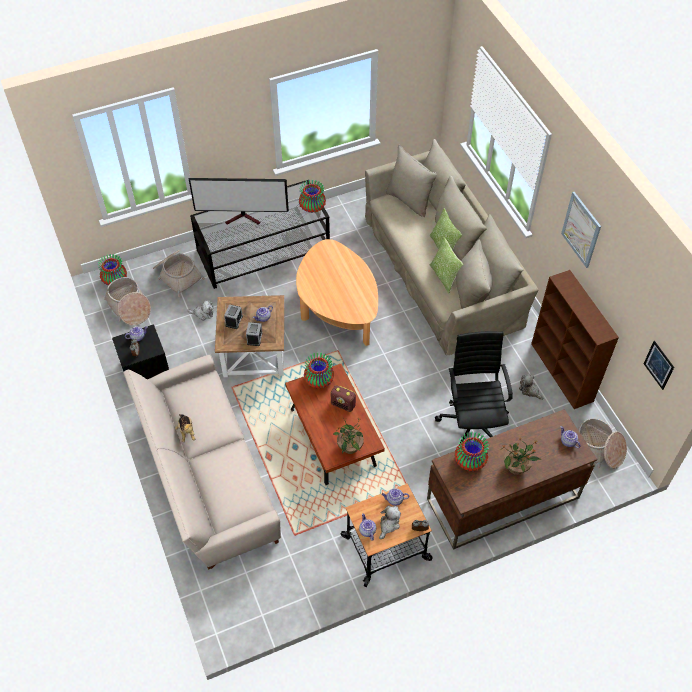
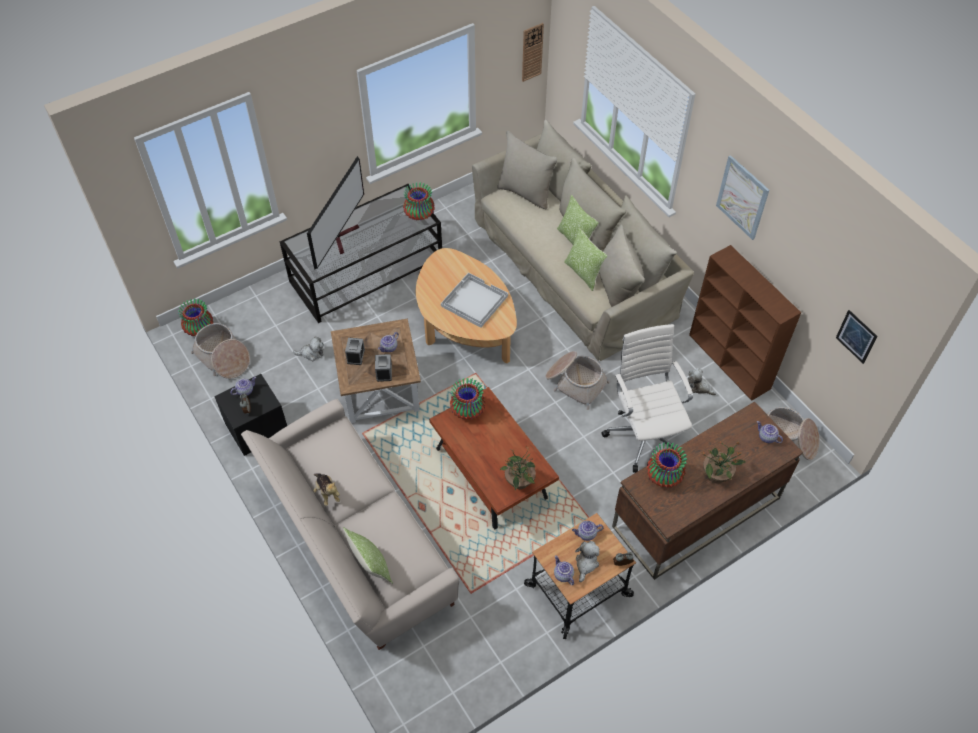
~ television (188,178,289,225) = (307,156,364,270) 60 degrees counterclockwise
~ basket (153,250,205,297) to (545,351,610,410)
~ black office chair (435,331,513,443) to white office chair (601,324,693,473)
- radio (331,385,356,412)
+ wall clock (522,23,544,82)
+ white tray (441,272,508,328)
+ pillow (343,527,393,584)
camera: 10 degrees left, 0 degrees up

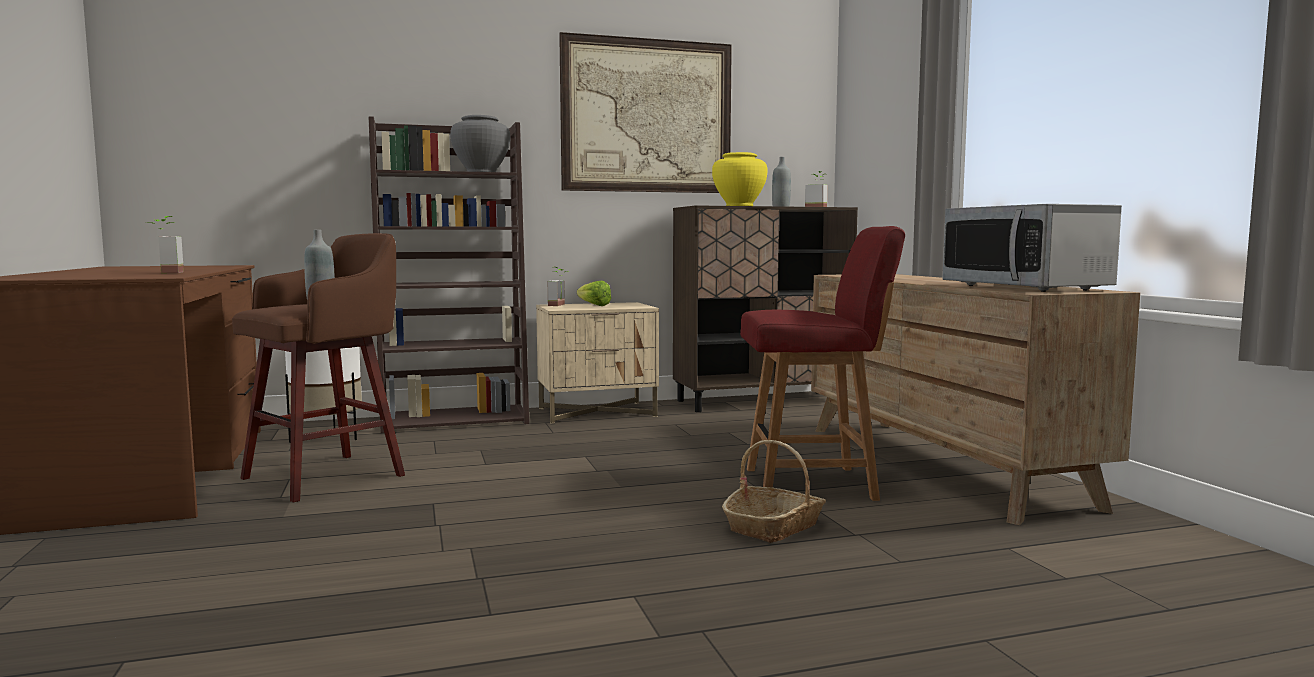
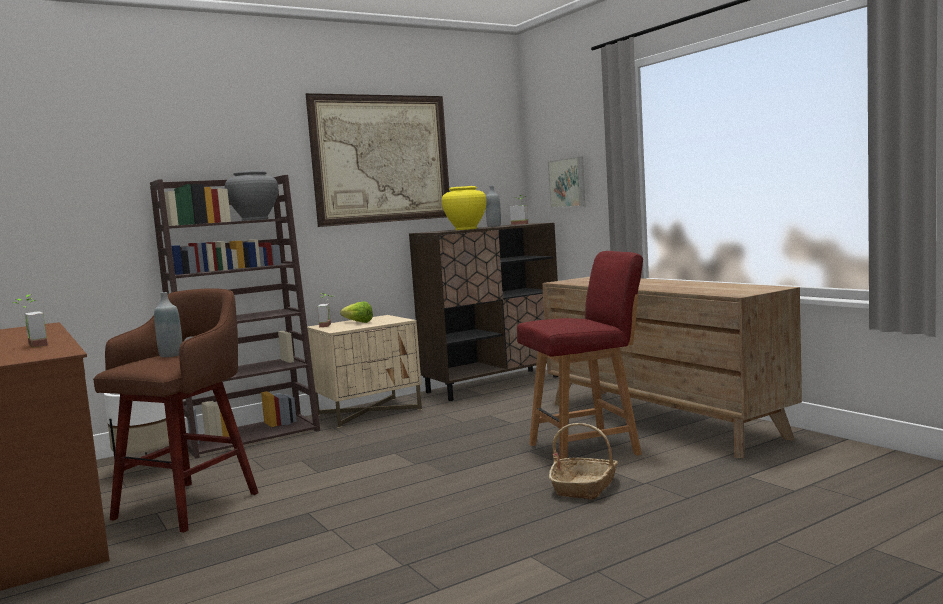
- microwave (943,204,1122,292)
+ picture (548,157,585,208)
camera: 15 degrees left, 0 degrees up

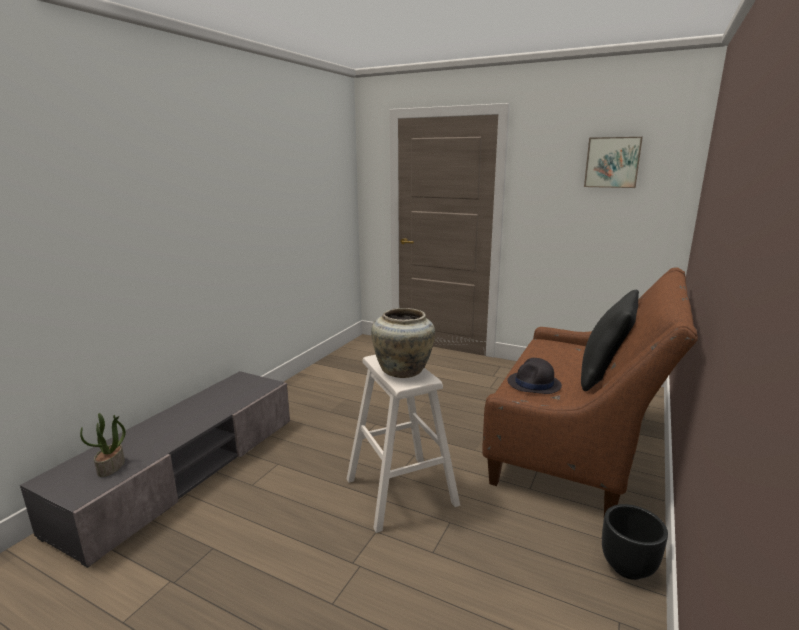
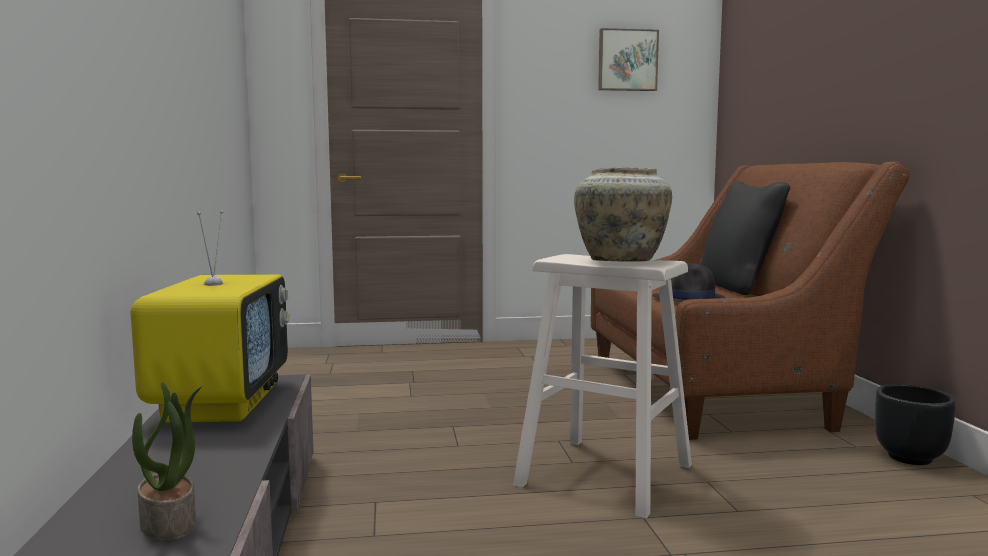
+ television (130,210,290,422)
camera: 35 degrees left, 10 degrees down

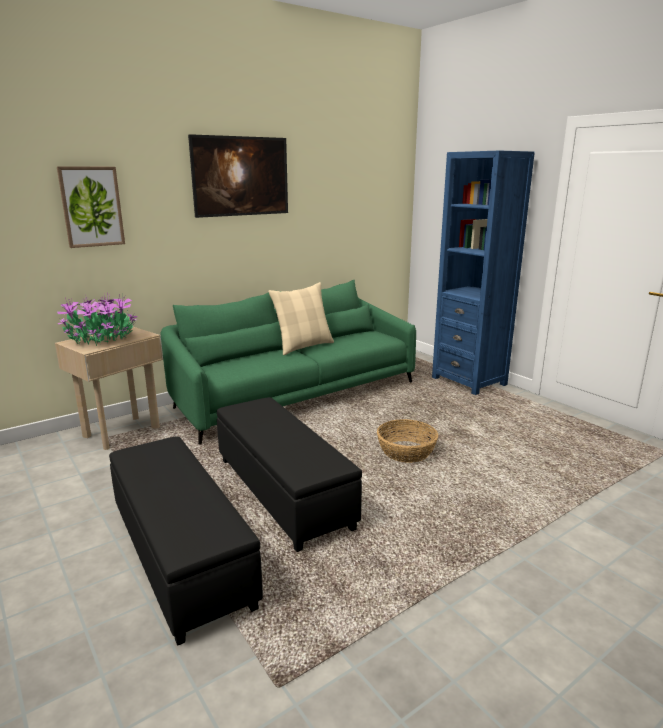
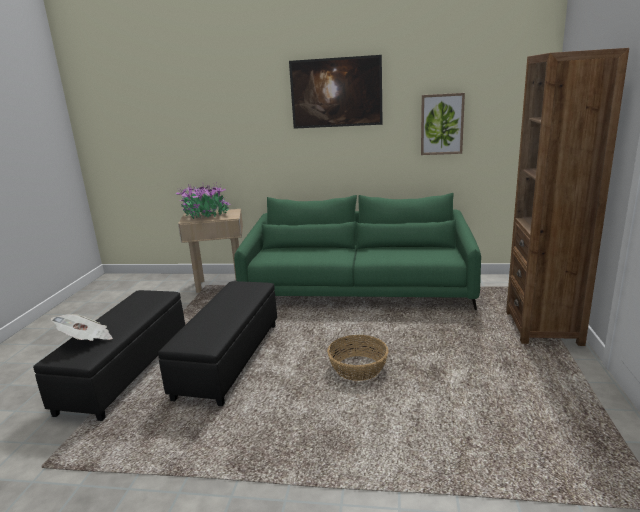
~ blue bookcase (432,151,535,395) to brown bookcase (506,48,629,346)
~ picture (57,166,125,248) to (421,93,465,155)
- beige pillow (268,282,334,355)
+ newspaper (51,314,113,341)
camera: 45 degrees right, 0 degrees up

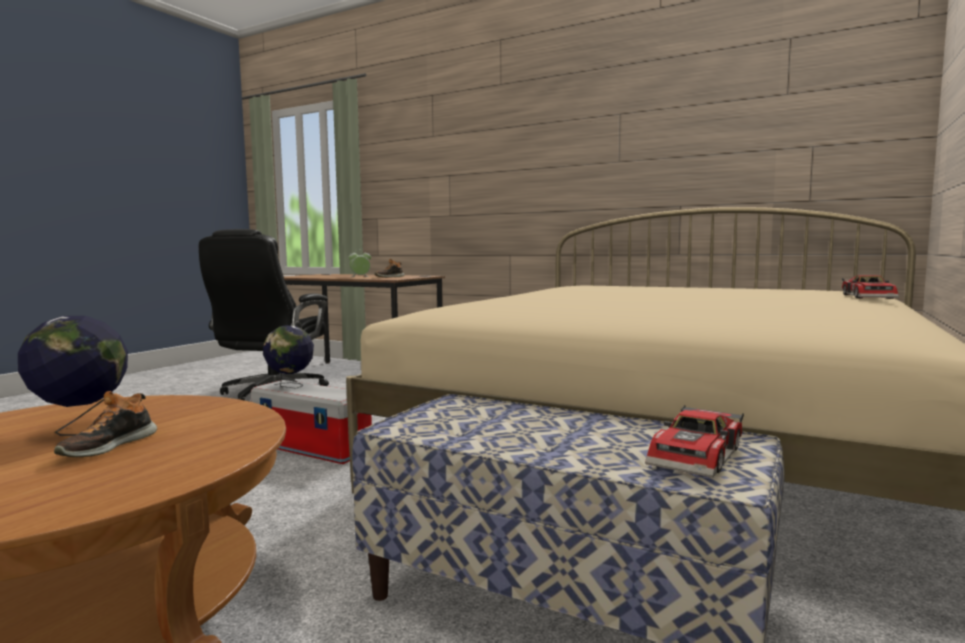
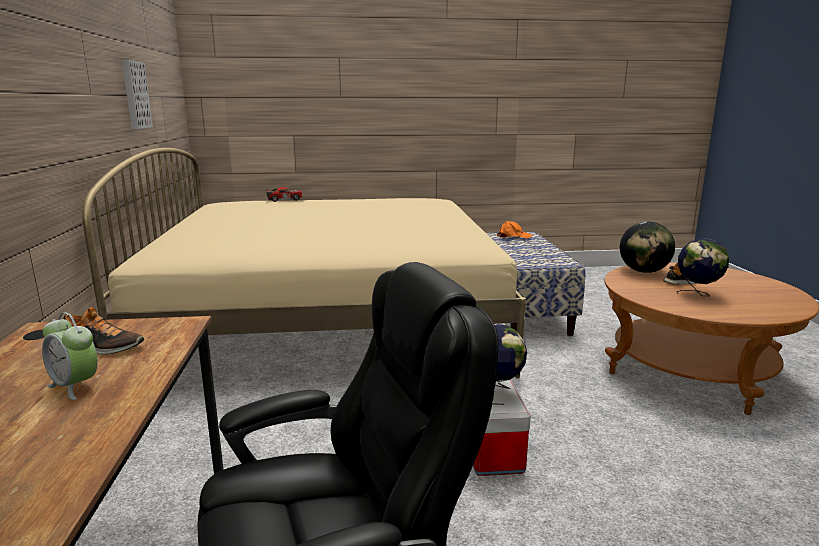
~ toy car (645,405,744,478) to orange cap (497,221,532,239)
+ picture (122,60,153,129)
+ globe (620,222,675,273)
camera: 125 degrees left, 10 degrees up

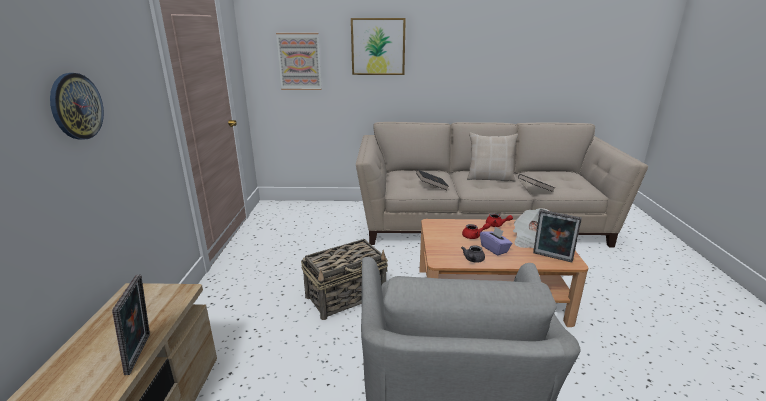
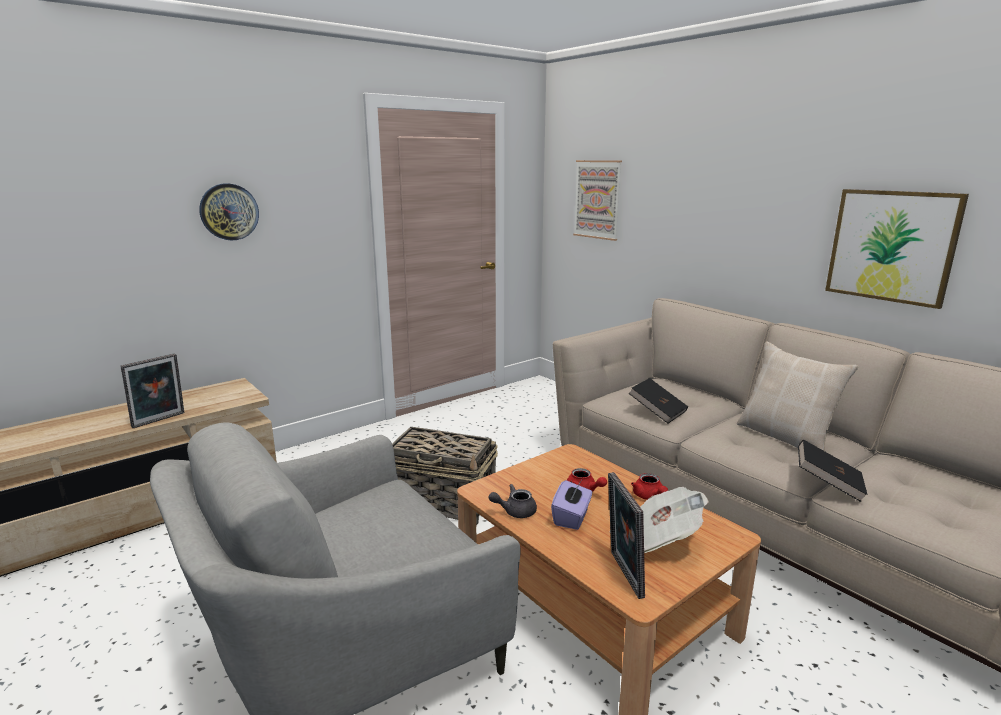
~ picture (351,18,406,75) to (825,189,969,309)
camera: 50 degrees right, 5 degrees down

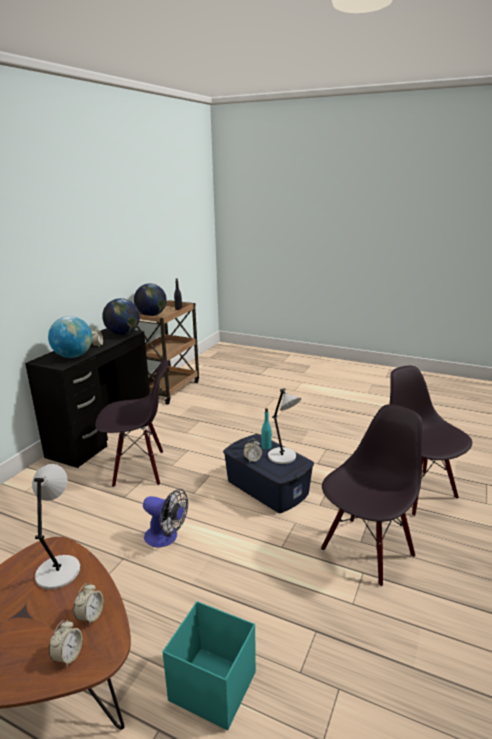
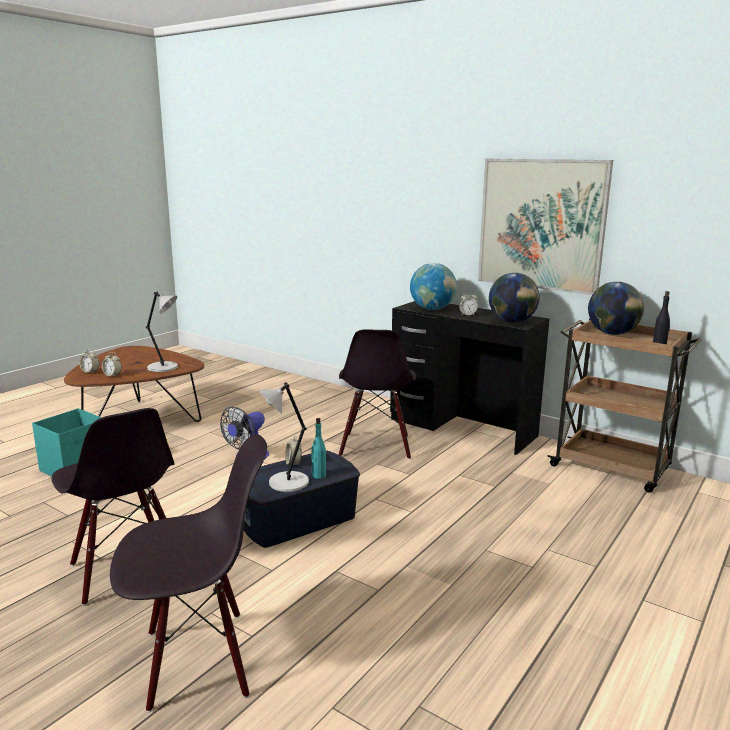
+ picture (478,159,613,295)
camera: 100 degrees right, 5 degrees down

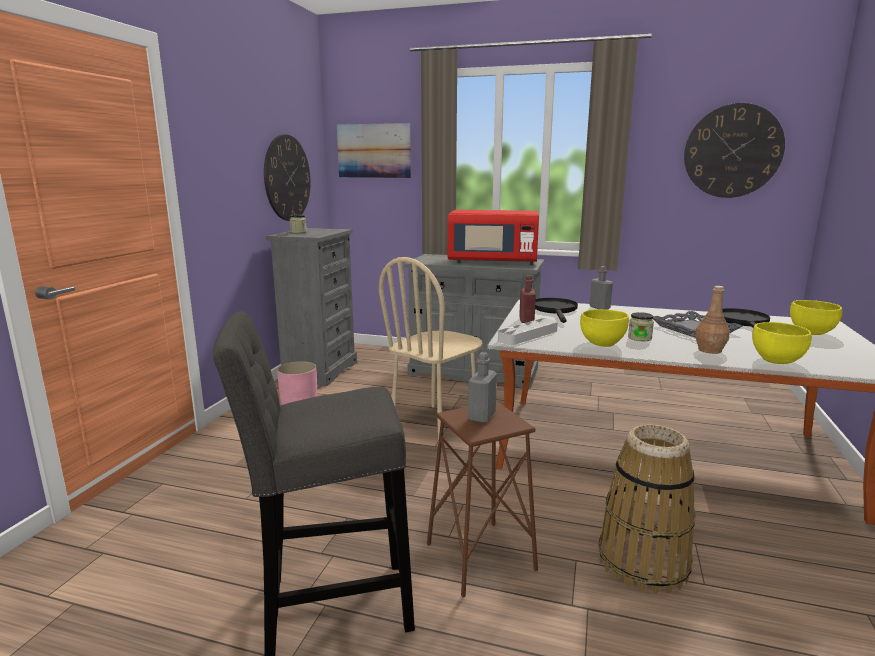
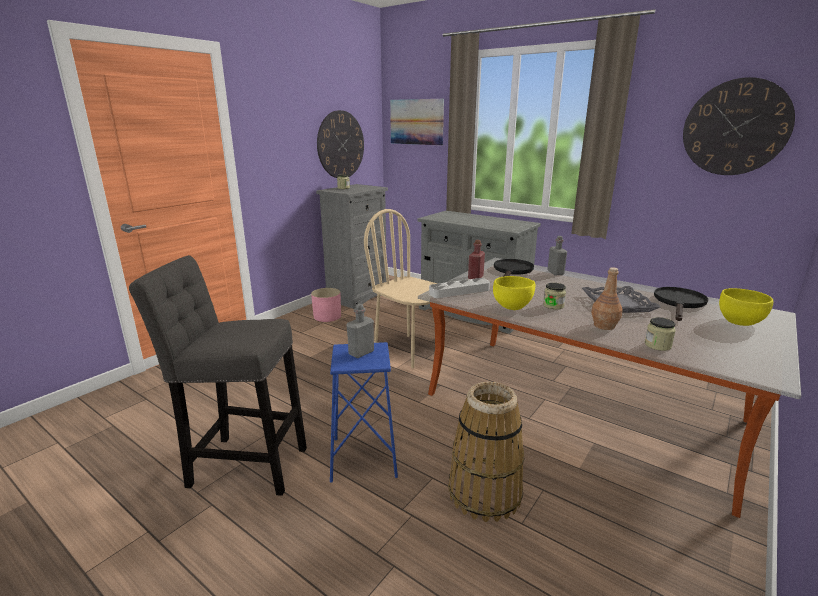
- red microwave (448,210,539,265)
~ beige chair (379,257,482,442) = (364,209,445,368) 75 degrees clockwise
~ yellow bowl (752,322,812,364) to jar (645,317,676,351)
~ brown stool (427,401,538,597) to blue stool (330,342,398,483)
camera: 20 degrees right, 5 degrees up

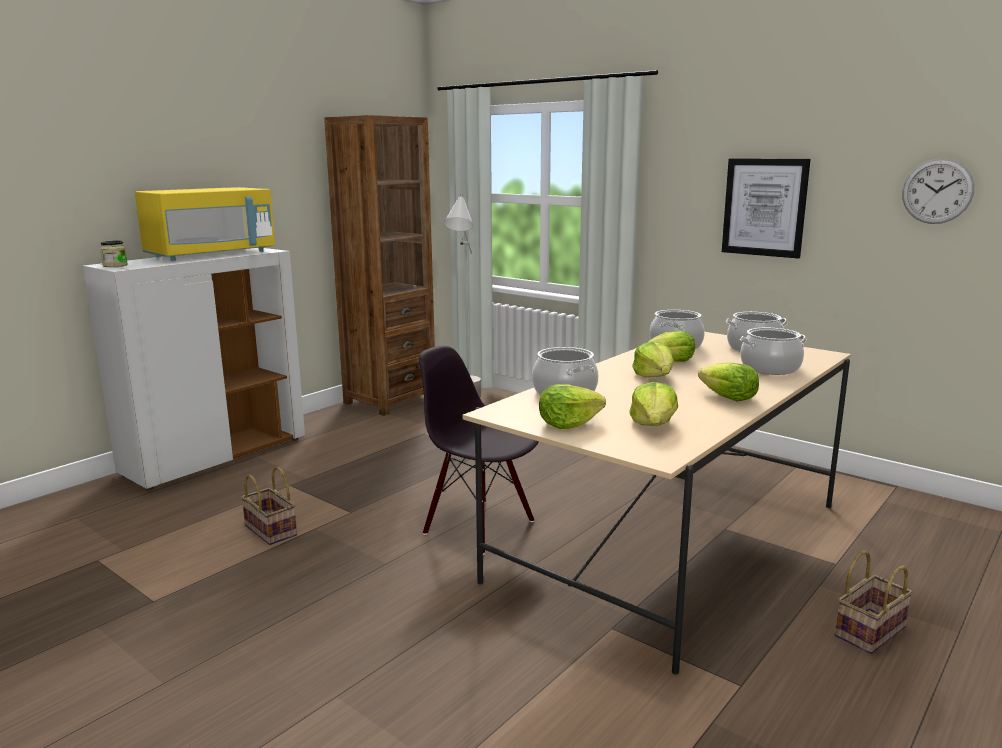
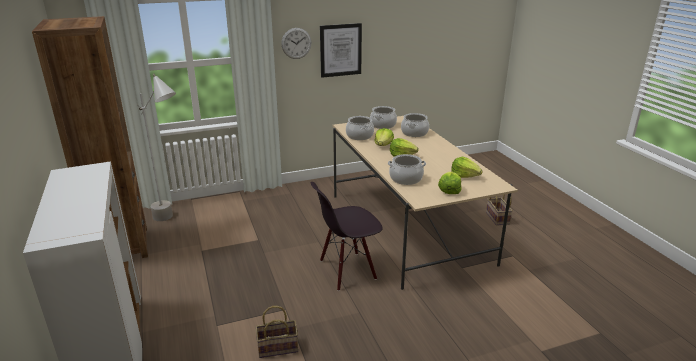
~ wall clock (902,158,974,224) to (281,28,311,59)
- yellow microwave (135,187,275,261)
- jar (100,241,128,267)
- lettuce (698,363,759,402)
camera: 60 degrees left, 10 degrees up

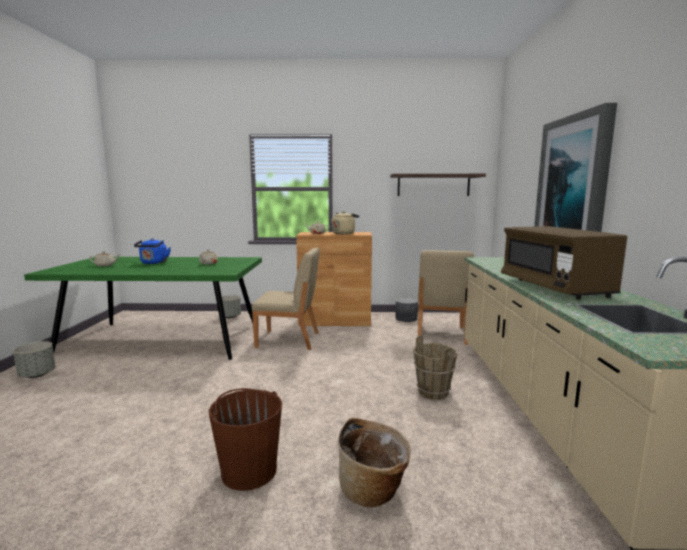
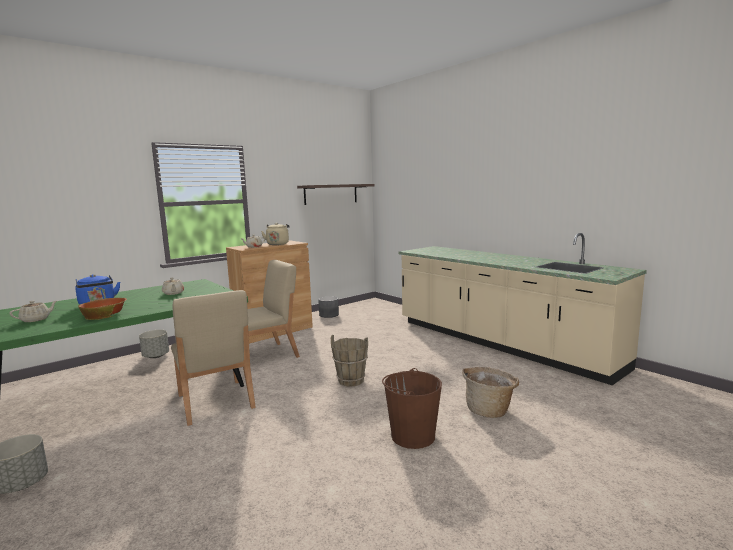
- picture (534,103,617,232)
- brown microwave (501,226,627,300)
~ beige chair (418,250,474,345) to (171,290,256,426)
~ brown bucket (413,335,457,400) to (331,335,368,387)
+ bowl (78,298,127,320)
camera: 40 degrees left, 0 degrees up

